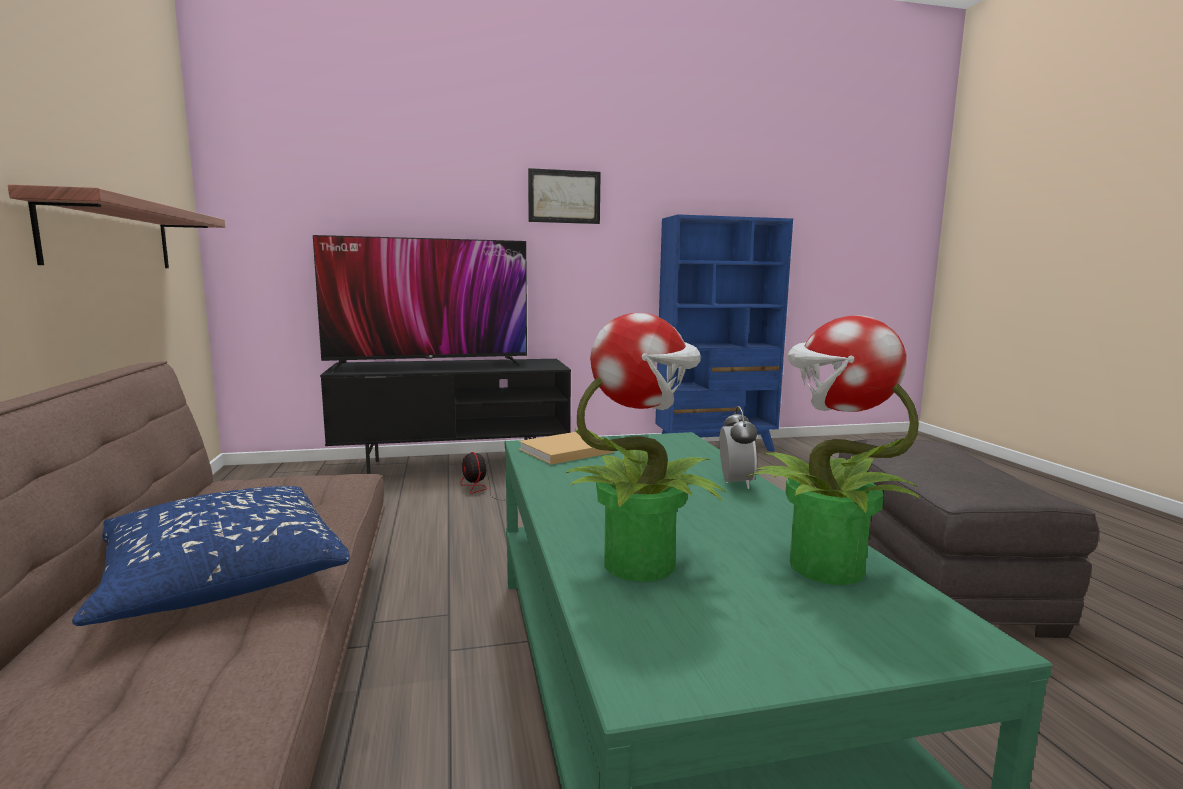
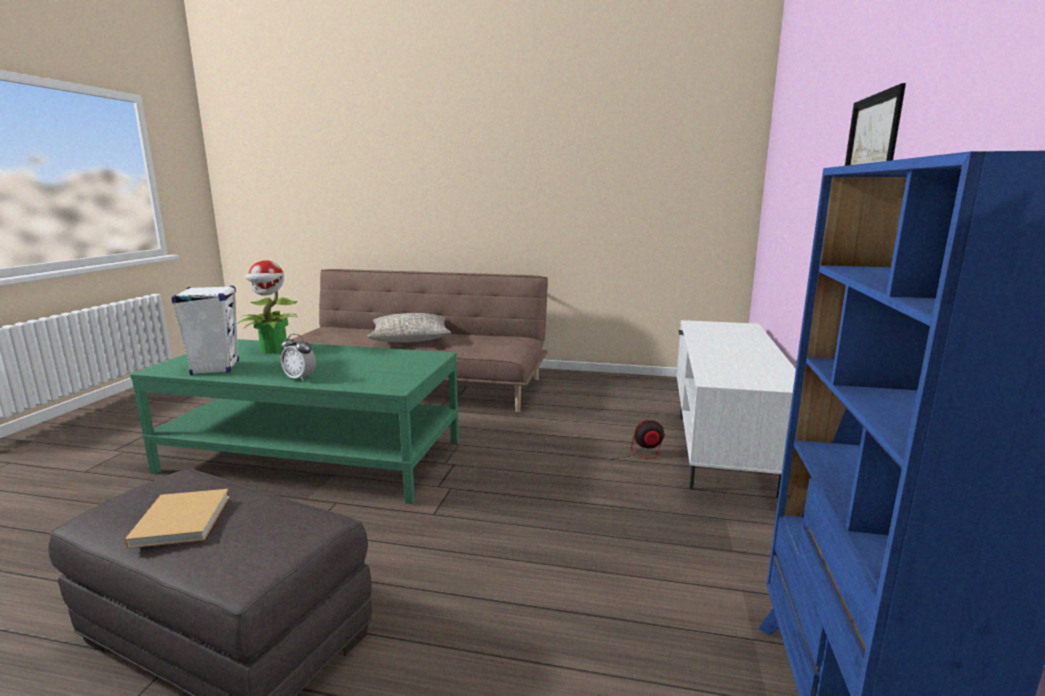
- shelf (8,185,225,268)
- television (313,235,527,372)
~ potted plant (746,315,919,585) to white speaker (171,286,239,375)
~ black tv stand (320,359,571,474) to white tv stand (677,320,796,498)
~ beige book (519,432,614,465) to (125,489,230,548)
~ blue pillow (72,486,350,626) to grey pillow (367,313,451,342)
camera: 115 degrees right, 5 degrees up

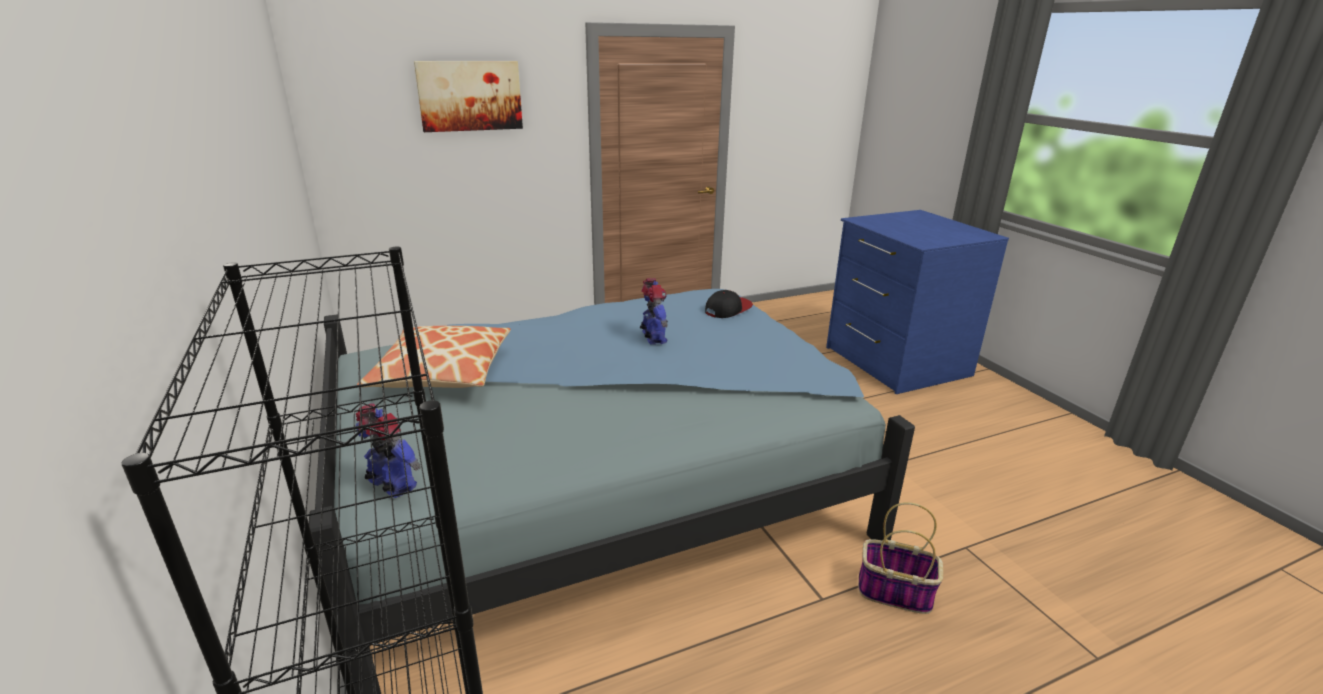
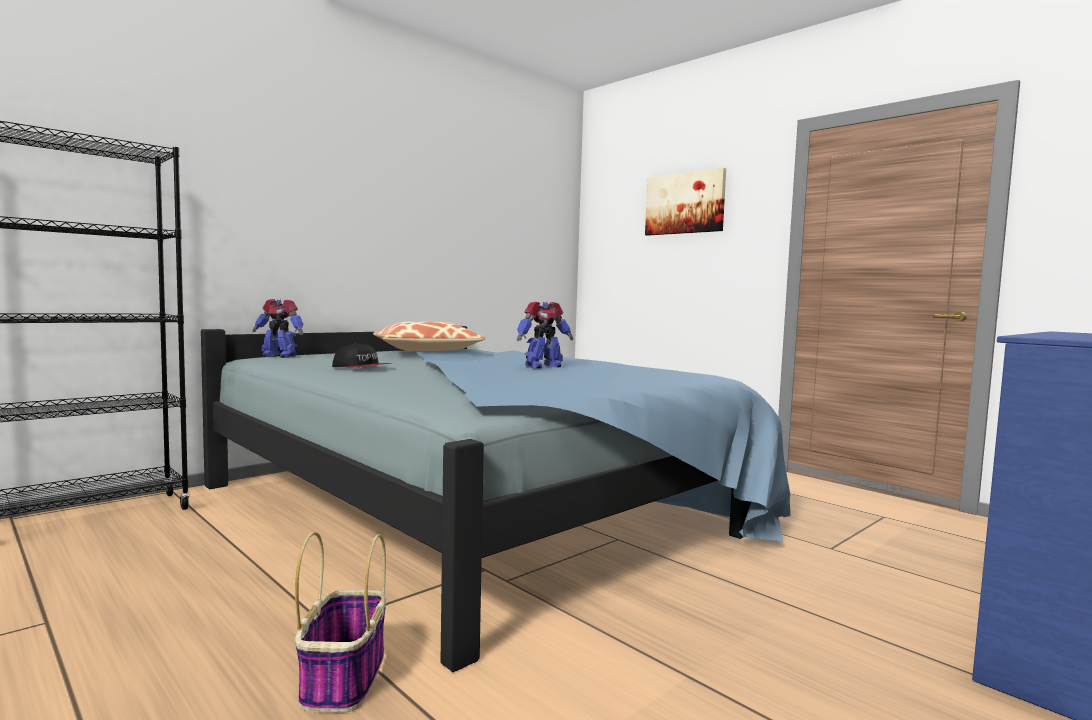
~ cap (705,290,753,318) to (332,343,392,367)
~ toy robot (356,403,421,498) = (252,299,303,358) 90 degrees clockwise
camera: 70 degrees right, 20 degrees down

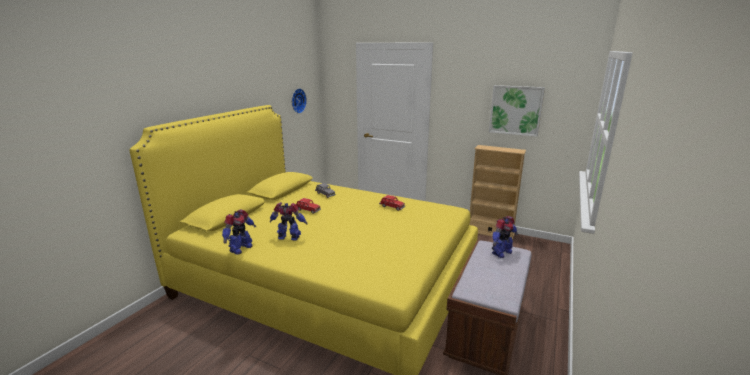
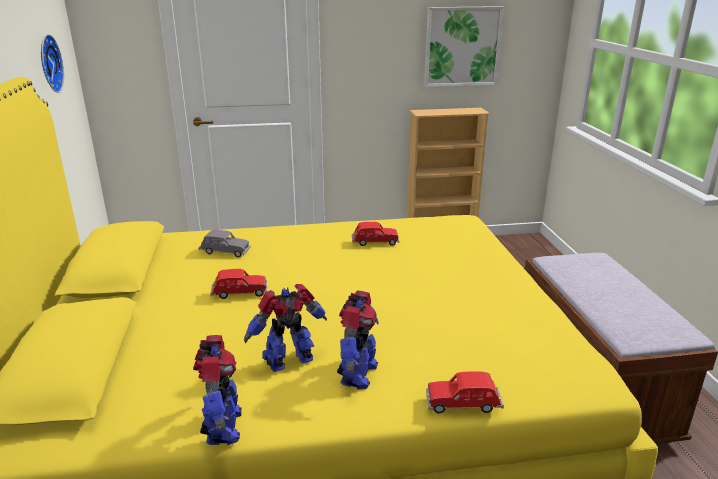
~ toy robot (492,216,518,258) to (337,291,379,389)
+ red toy car (426,371,504,413)
camera: 35 degrees left, 5 degrees up

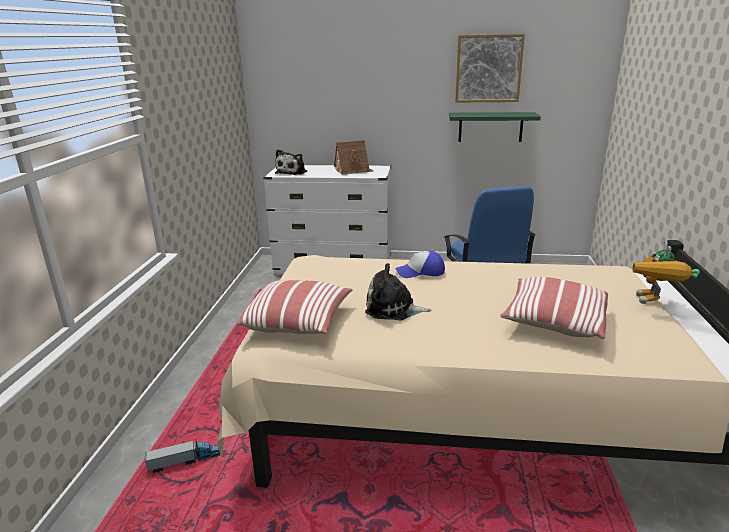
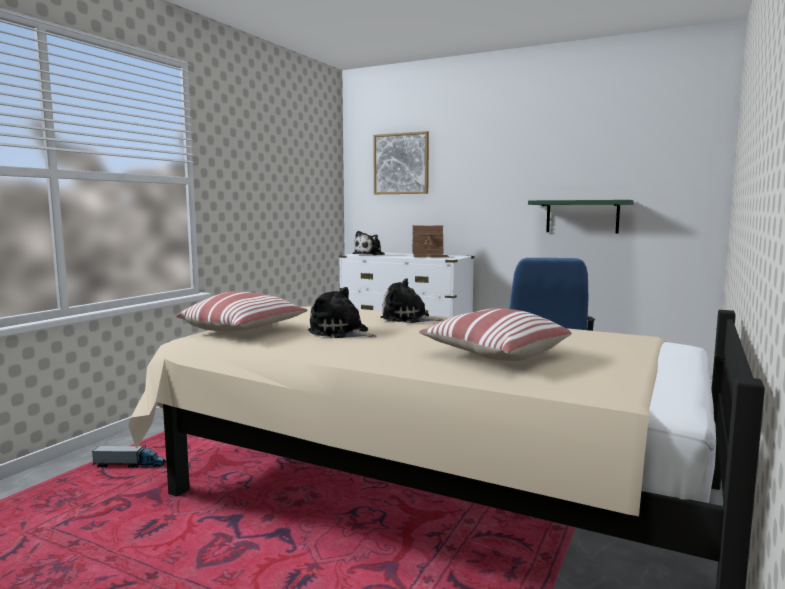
~ picture (455,34,525,102) to (373,131,429,194)
- toy robot (632,241,700,304)
~ cap (395,251,445,278) to plush toy (380,278,443,323)
camera: 20 degrees right, 15 degrees down

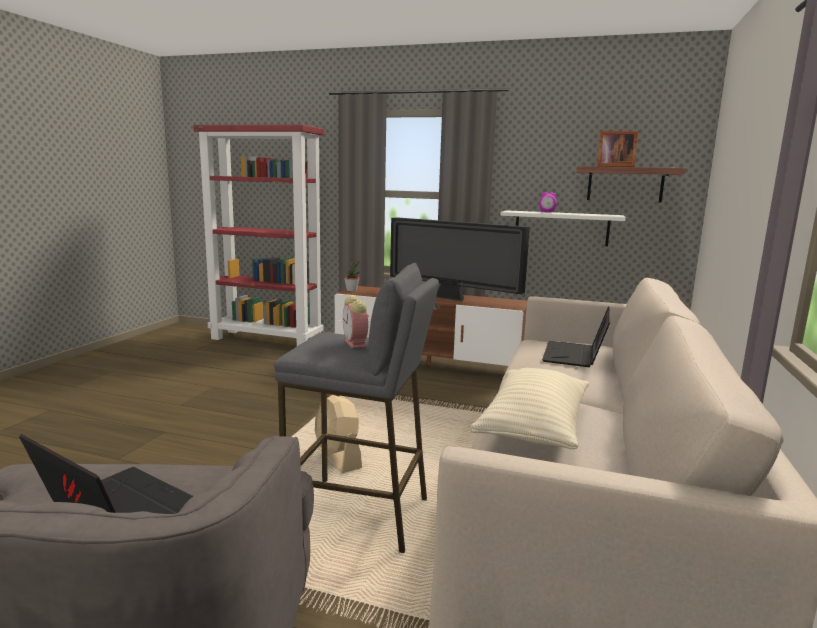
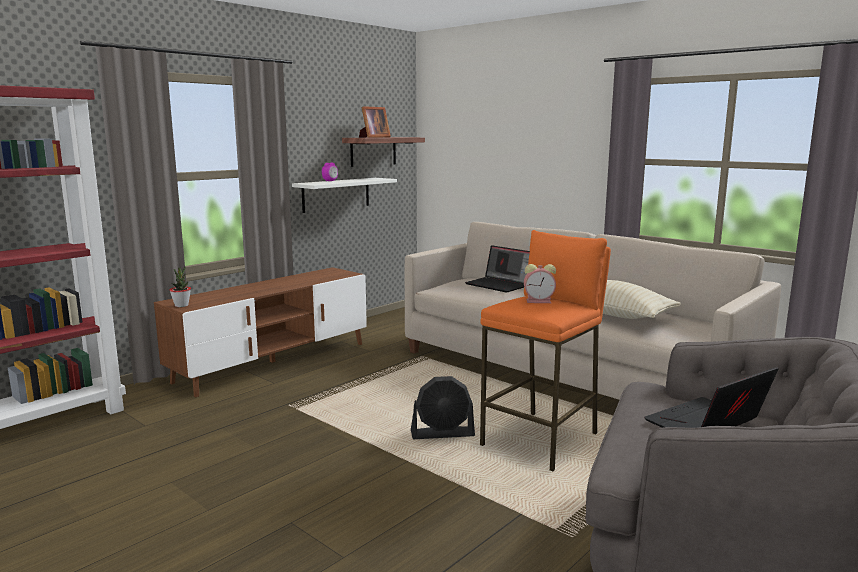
- television (390,217,530,301)
~ grey stool (274,263,439,553) to orange stool (480,230,611,471)
~ beige fan (315,395,362,473) to black fan (411,376,475,439)
camera: 65 degrees left, 0 degrees up

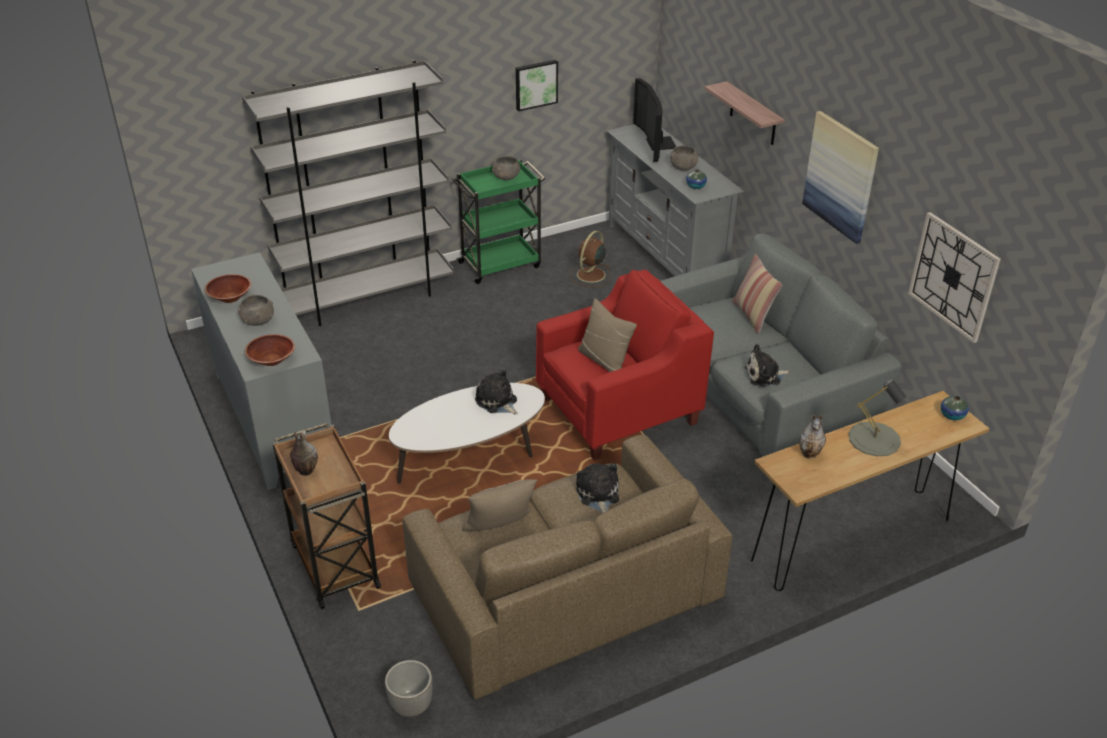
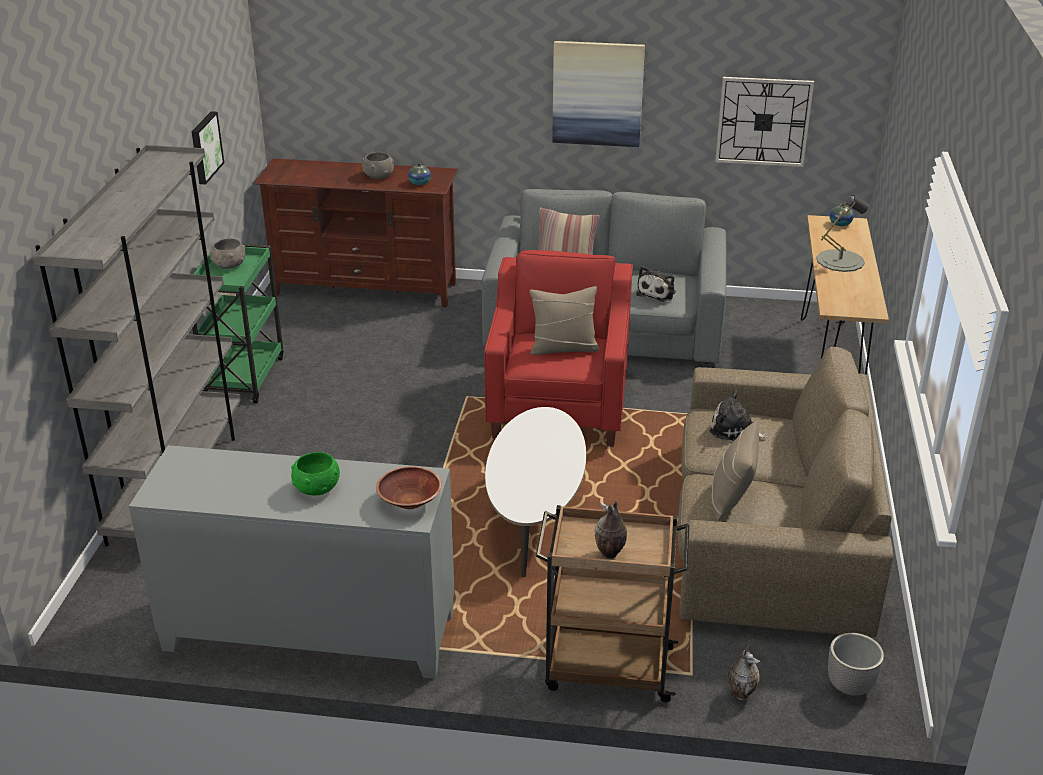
- television (633,78,676,162)
- shelf (705,81,784,145)
~ grey tv stand (607,124,744,276) to brown tv stand (253,158,458,307)
- brown fan (570,231,610,287)
- brown bowl (205,274,251,303)
~ grey bowl (238,295,274,326) to green bowl (291,452,340,496)
- plush toy (475,369,518,415)
~ vase (799,414,826,459) to (728,645,760,700)
camera: 55 degrees left, 5 degrees down

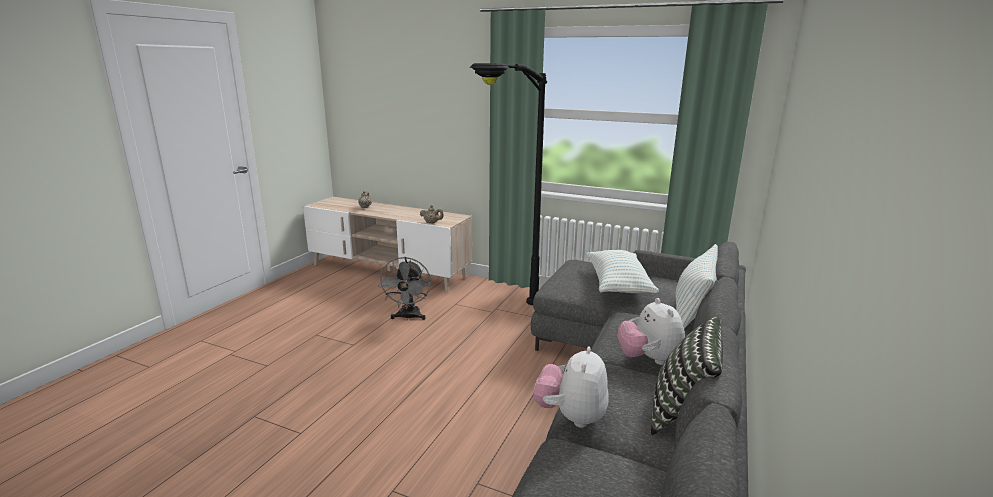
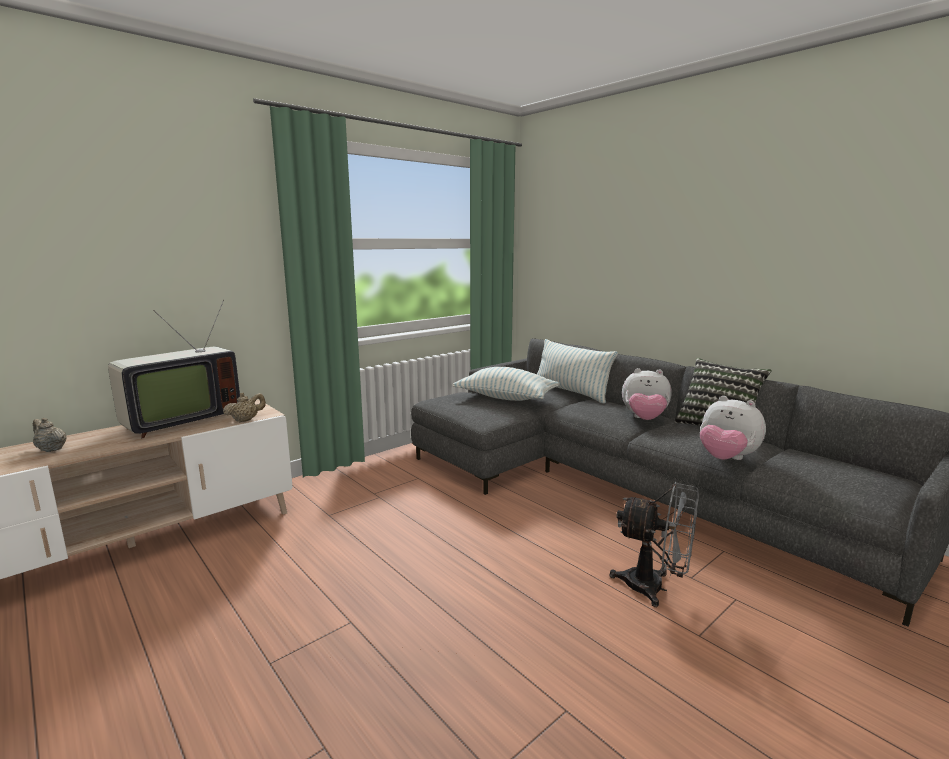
- black floor lamp (470,63,547,305)
~ grey fan (378,257,431,320) to (610,482,699,607)
+ television (108,300,240,438)
camera: 65 degrees left, 5 degrees down

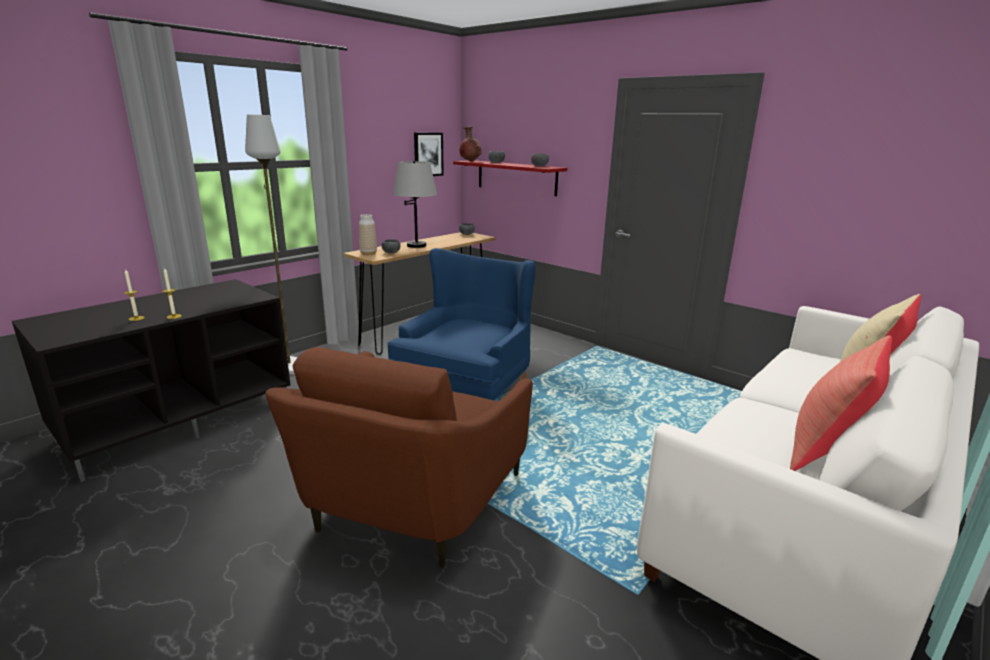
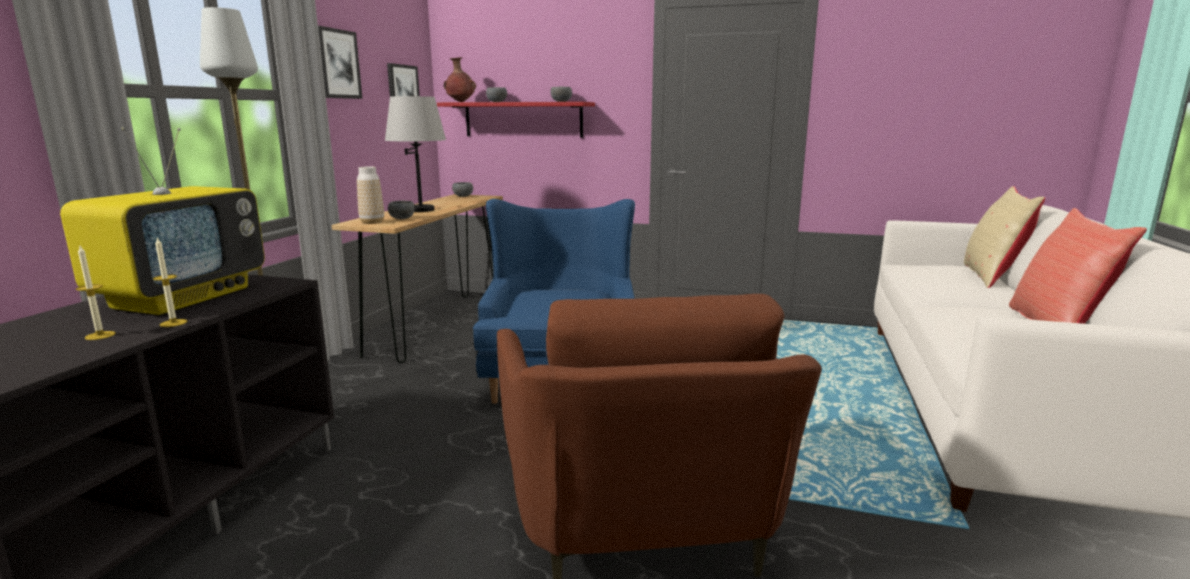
+ picture (318,26,362,99)
+ television (60,127,265,315)
camera: 25 degrees left, 5 degrees down

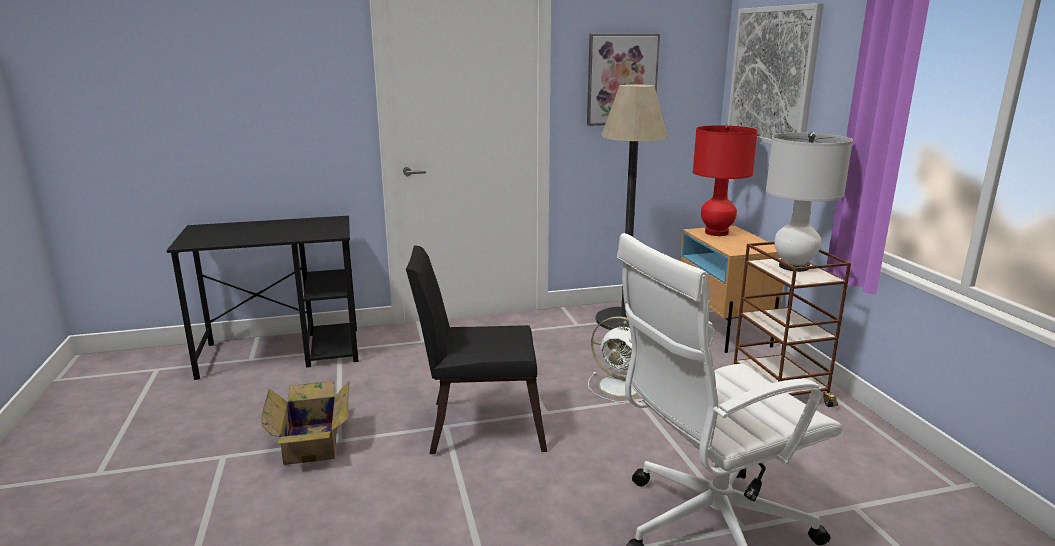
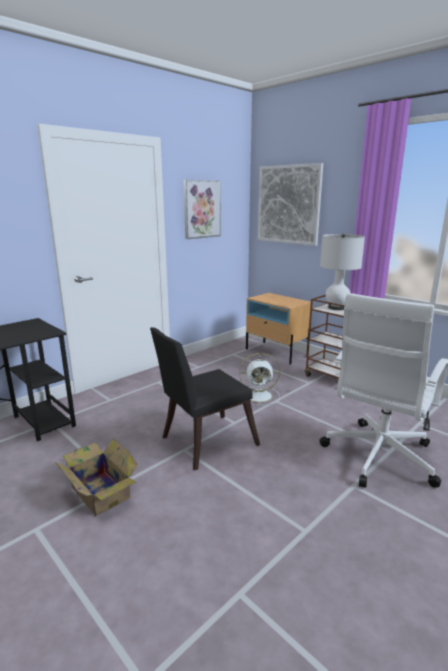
- floor lamp (596,84,668,330)
- red table lamp (693,125,758,236)
camera: 30 degrees left, 0 degrees up

